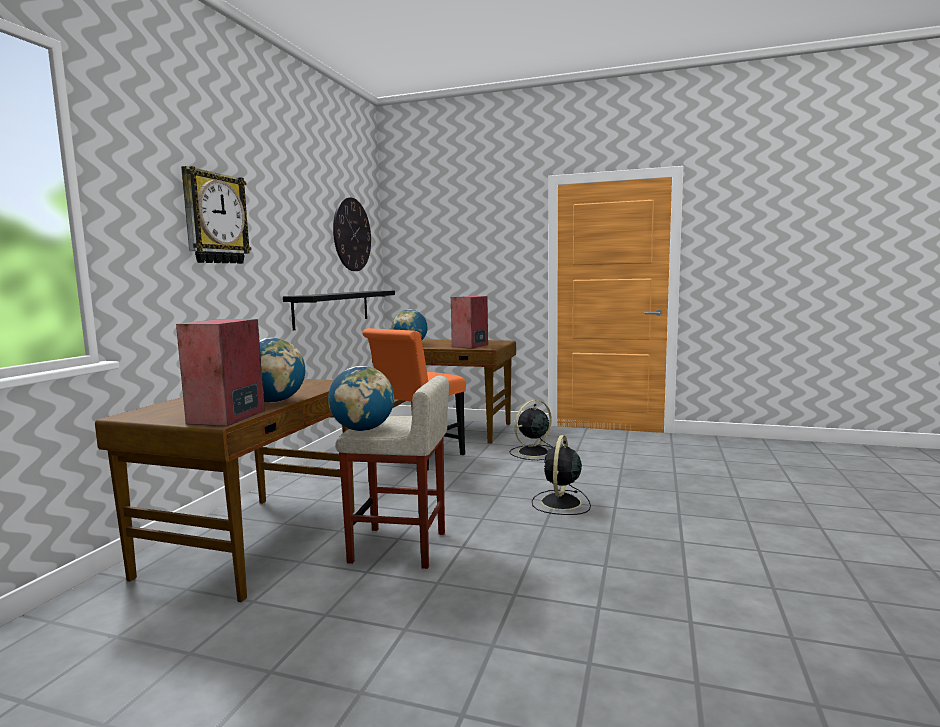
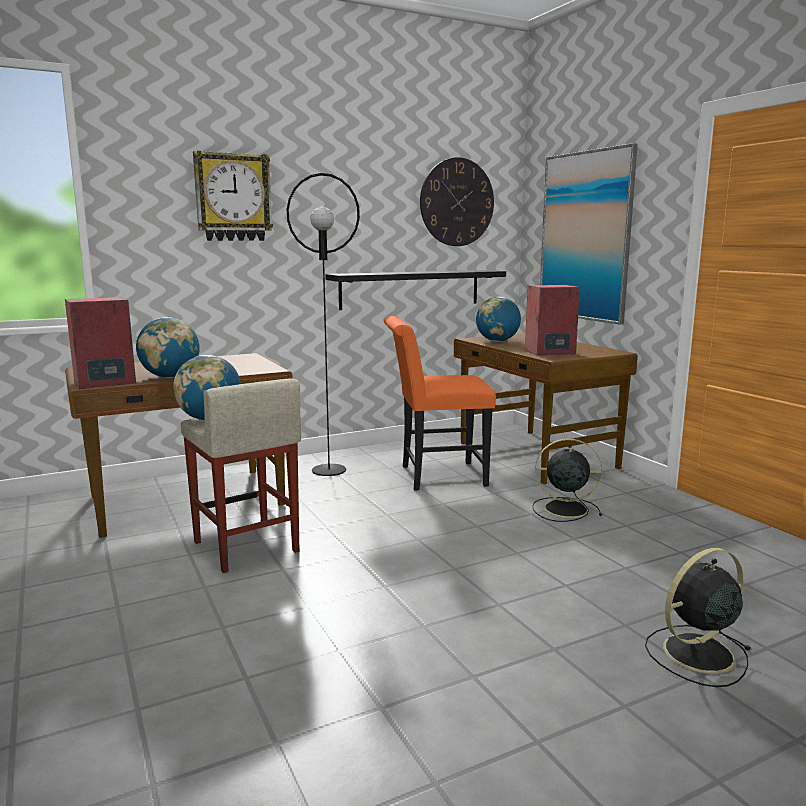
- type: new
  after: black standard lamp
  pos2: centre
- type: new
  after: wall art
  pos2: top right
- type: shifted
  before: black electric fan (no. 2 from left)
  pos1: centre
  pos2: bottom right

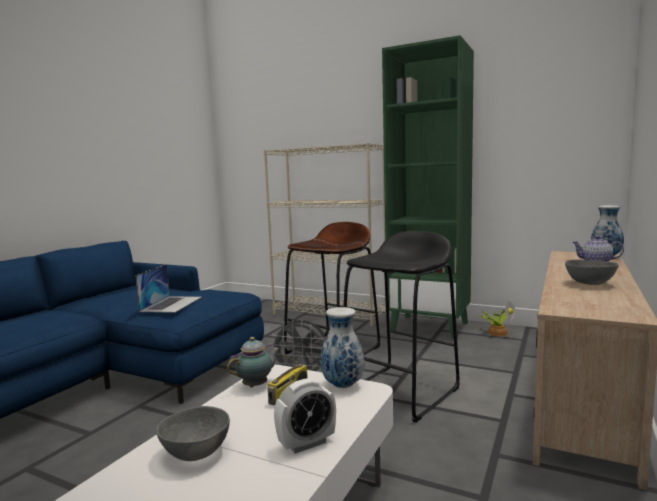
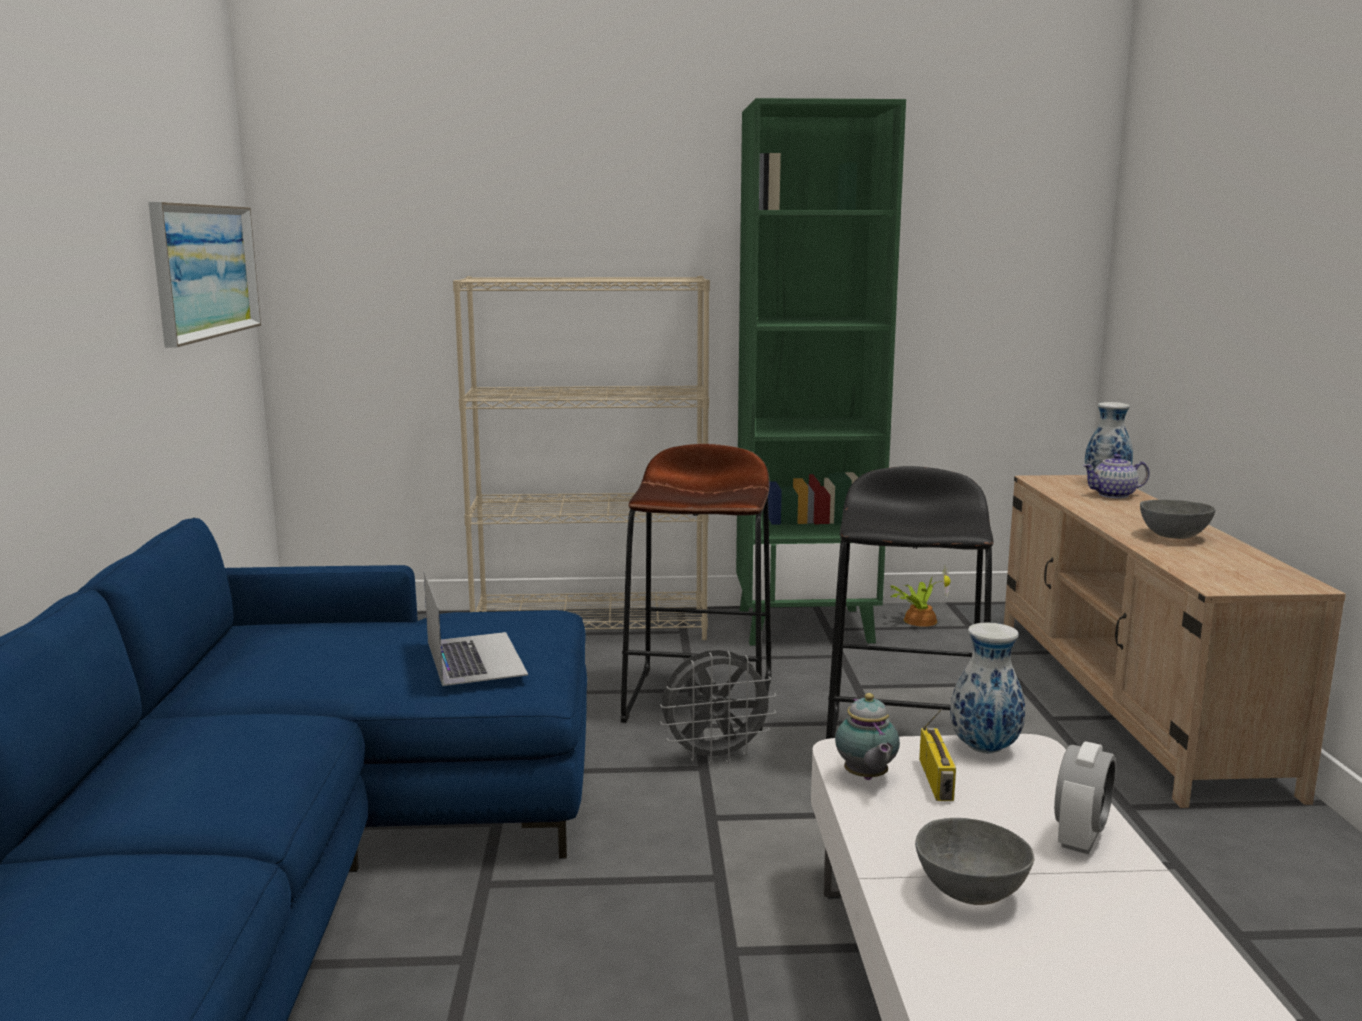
- type: new
  after: wall art
  pos2: top left
- type: rotated
  before: teapot (no. 1 from left)
  pos1: bottom centre
  pos2: bottom centre
  turn: 150

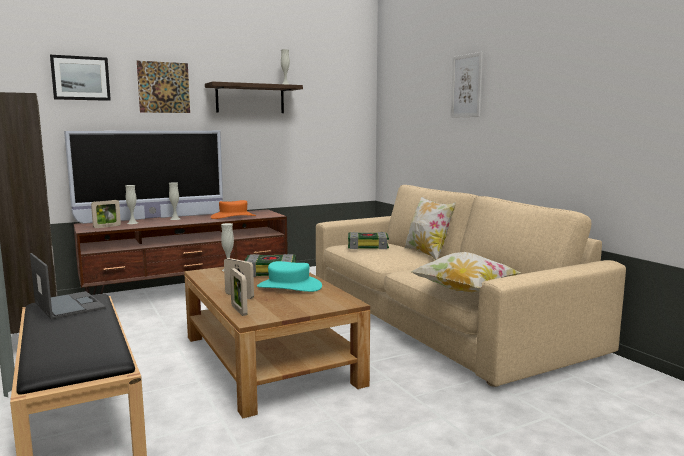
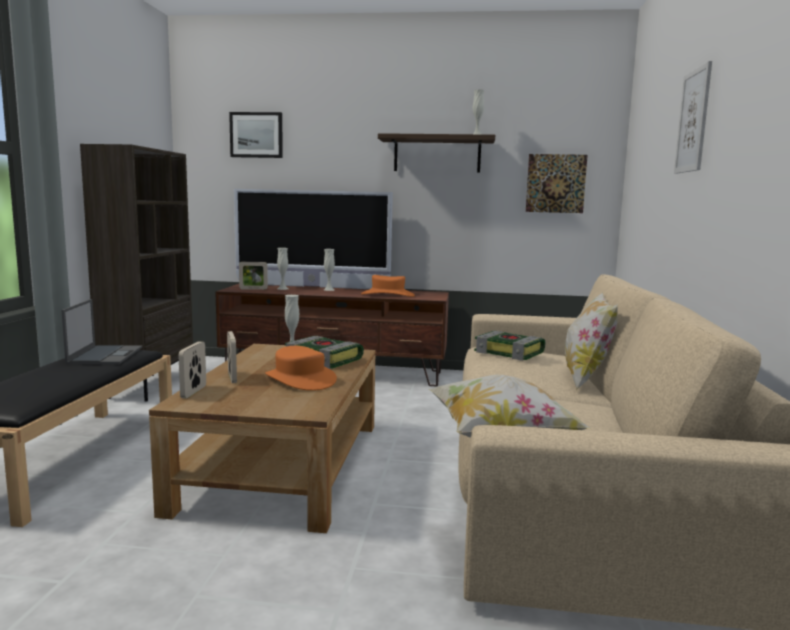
- type: shifted
  before: wall art (no. 2 from left)
  pos1: top left
  pos2: top right
- type: repainted
  before: turquoise-coloured hat
  after: orange-coloured hat (no. 1 from left)
  pos1: centre
  pos2: centre

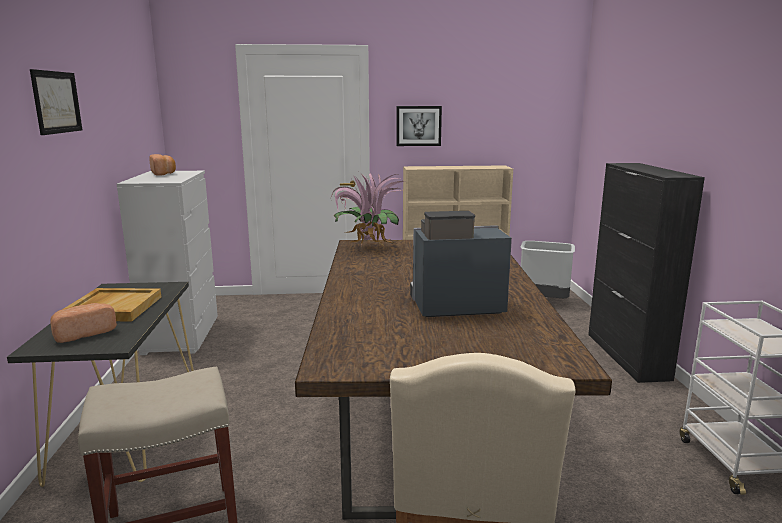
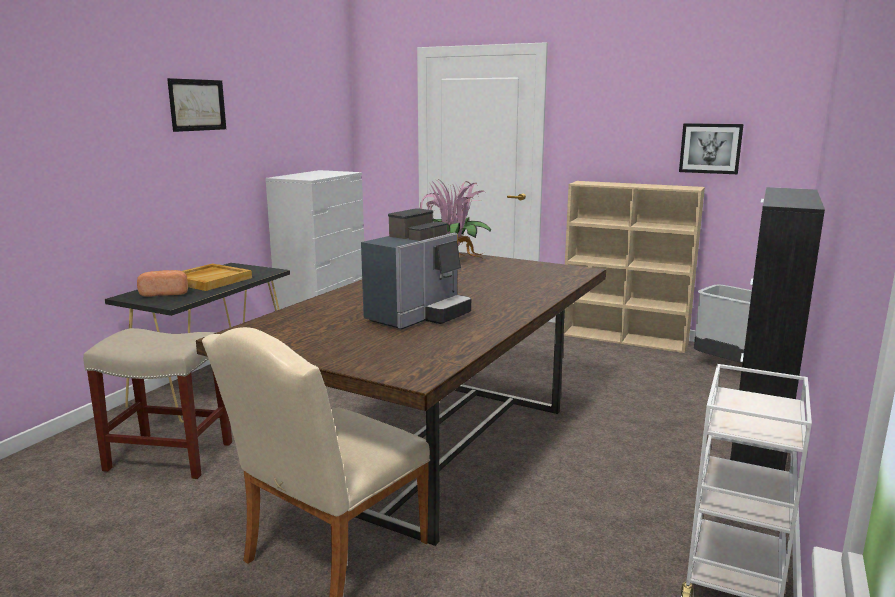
- type: gone
  before: bakery bread (no. 2 from left)
  pos1: top left
- type: shifted
  before: wall art (no. 2 from left)
  pos1: top centre
  pos2: top right
- type: rotated
  before: coffee machine
  pos1: centre
  pos2: centre
  turn: 105

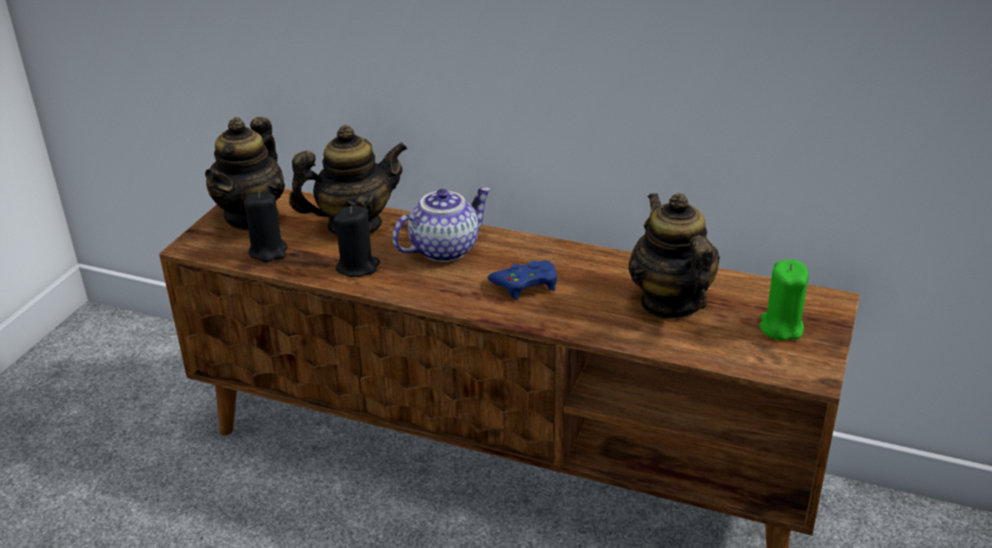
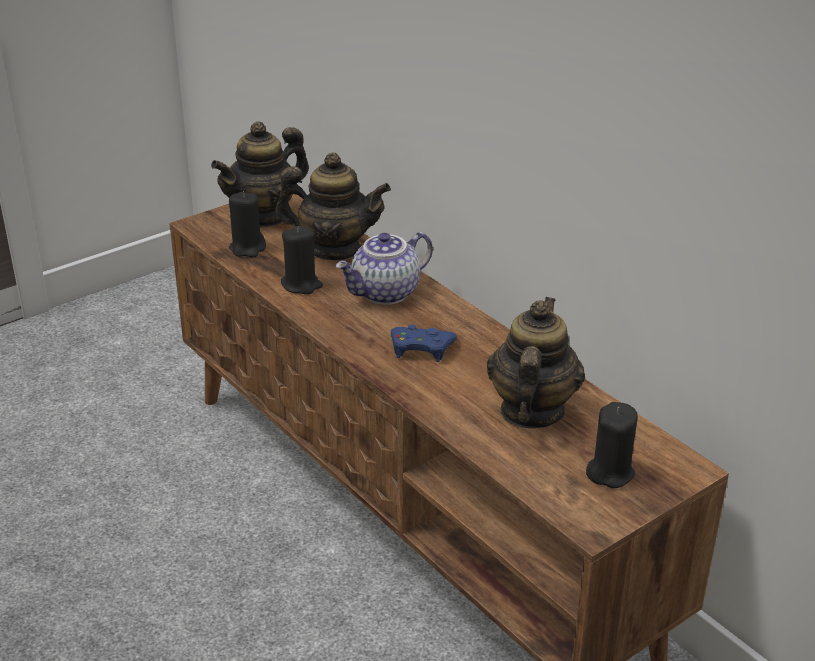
- type: repainted
  before: green-coloured wax light
  after: black wax light (no. 3 from left)
  pos1: middle right
  pos2: bottom right
- type: rotated
  before: teapot (no. 3 from left)
  pos1: centre
  pos2: centre
  turn: 150

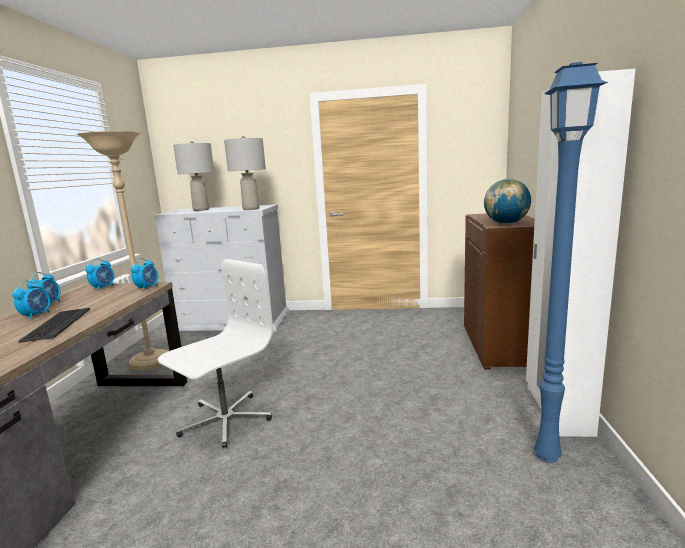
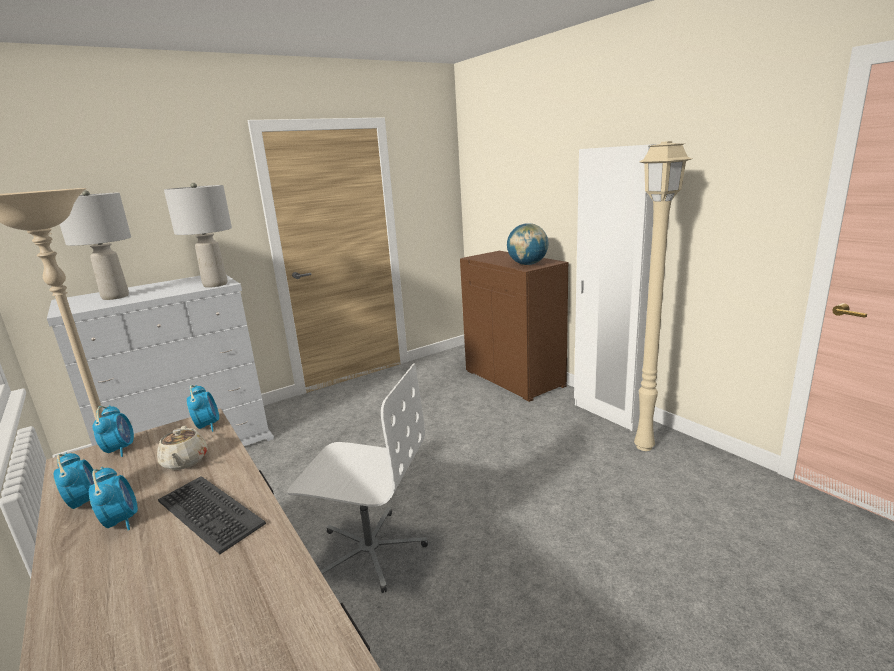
- type: new
  after: beige teapot
  pos2: bottom left
- type: repainted
  before: bluish standard lamp
  after: beige standard lamp (no. 2 from left)
  pos1: middle right
  pos2: middle right
- type: rotated
  before: white office chair
  pos1: middle left
  pos2: bottom centre
  turn: 105

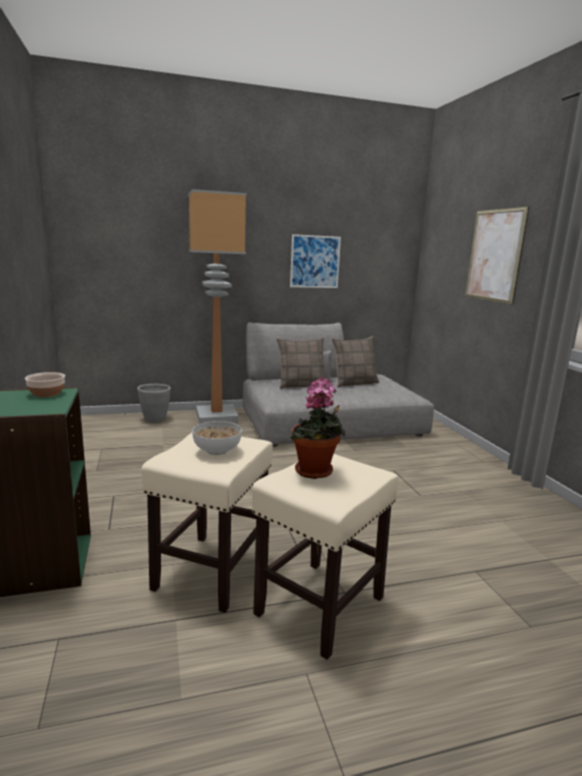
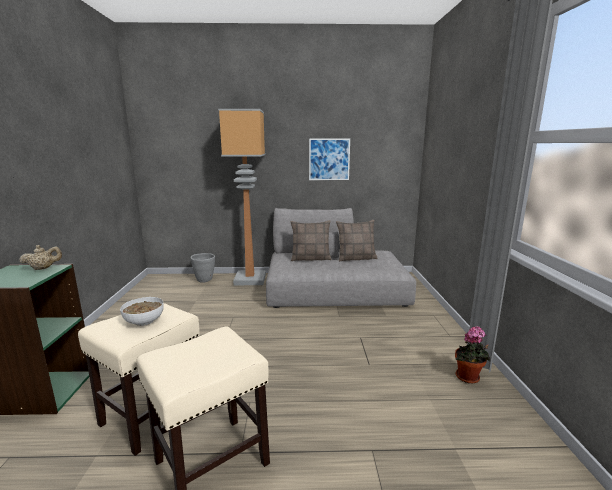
- type: gone
  before: wall art (no. 2 from left)
  pos1: top right
- type: shifted
  before: potted plant
  pos1: centre
  pos2: bottom right
- type: swapped
  before: bowl (no. 1 from left)
  after: beige teapot
  pos1: middle left
  pos2: middle left

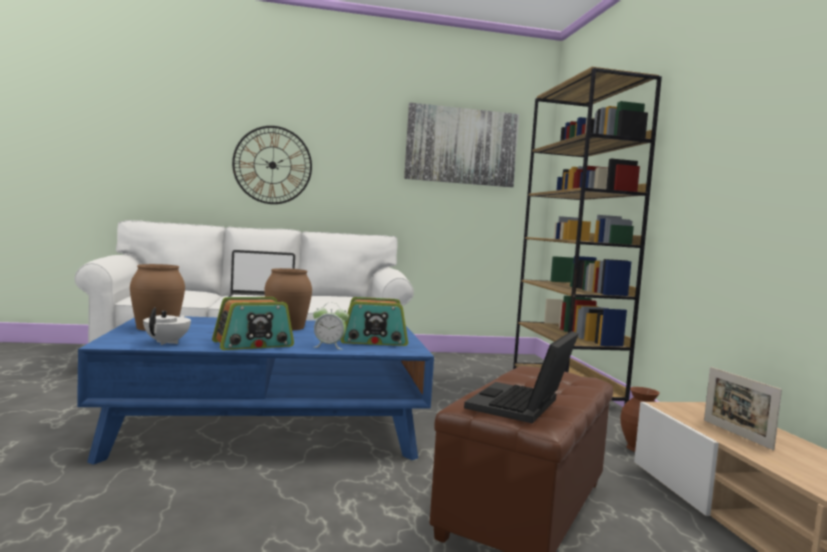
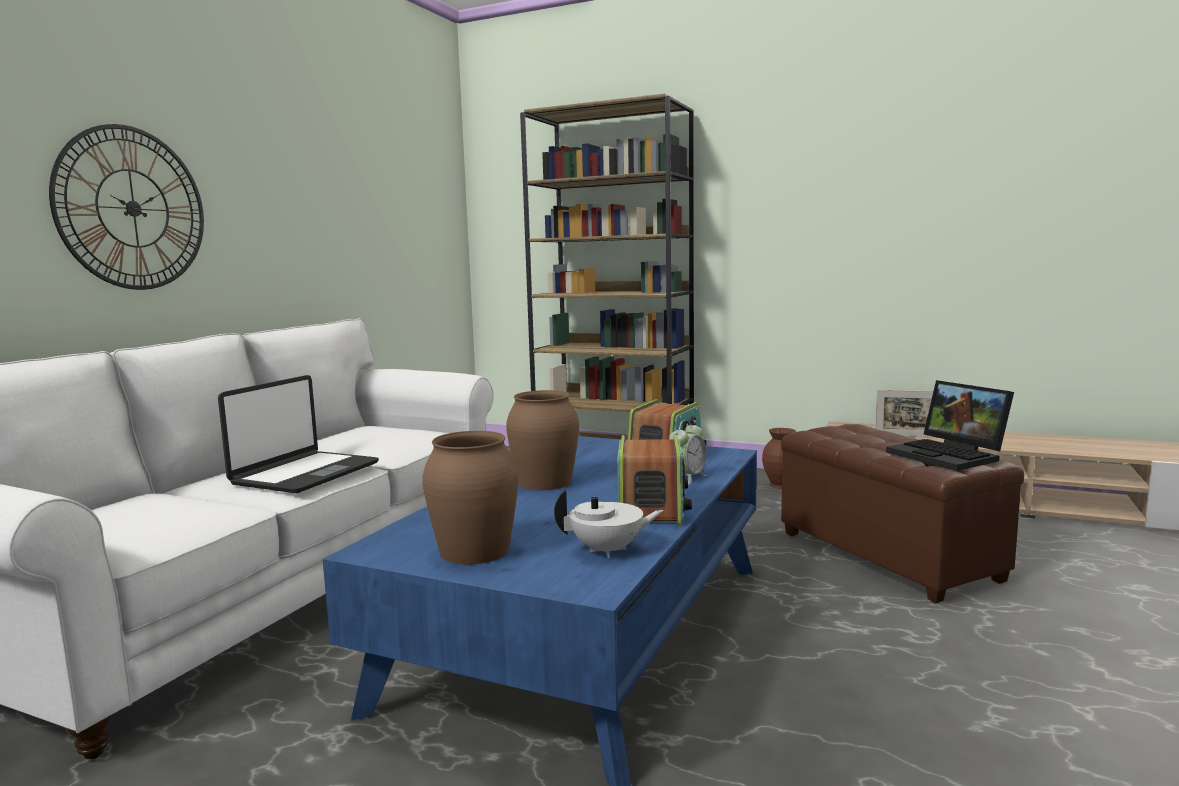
- type: gone
  before: wall art
  pos1: top centre
- type: rotated
  before: white teapot
  pos1: middle left
  pos2: bottom centre
  turn: 135

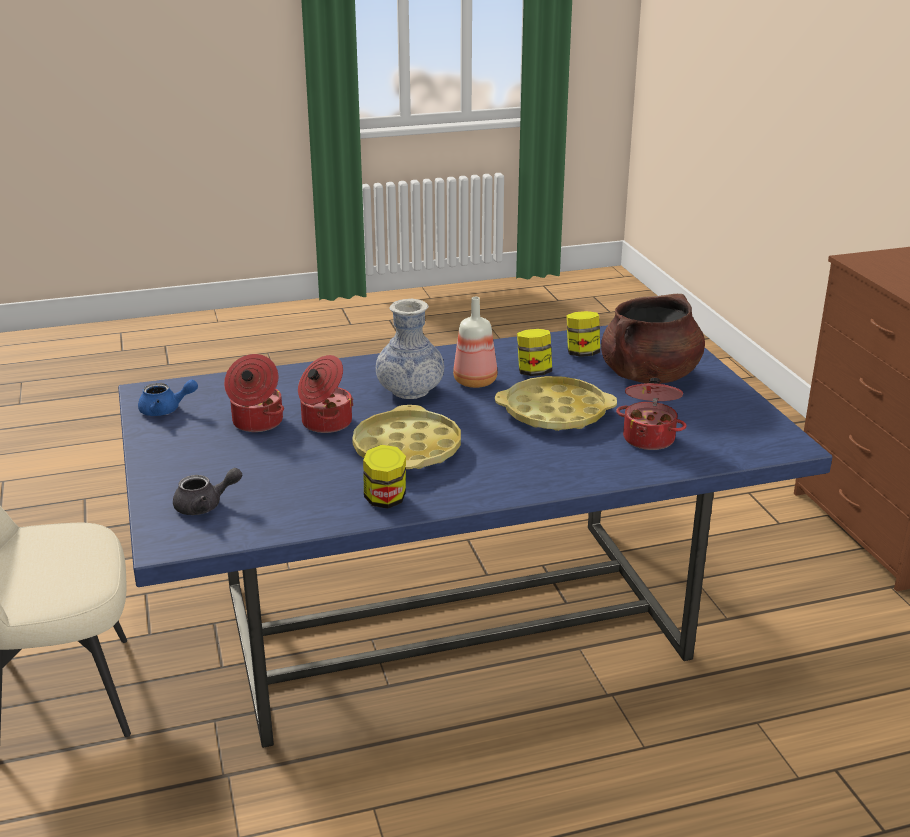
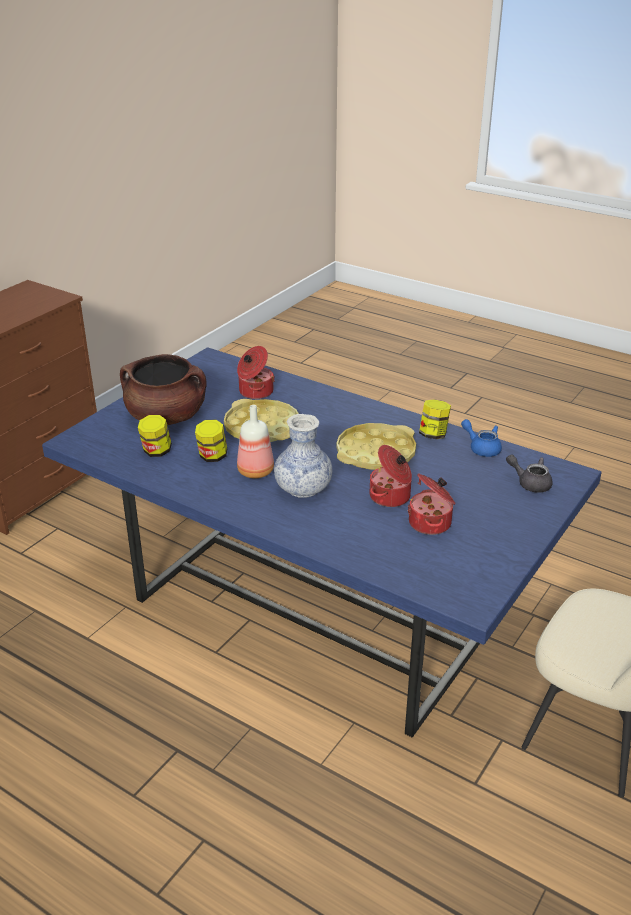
- type: shifted
  before: bluish teapot
  pos1: middle left
  pos2: middle right

